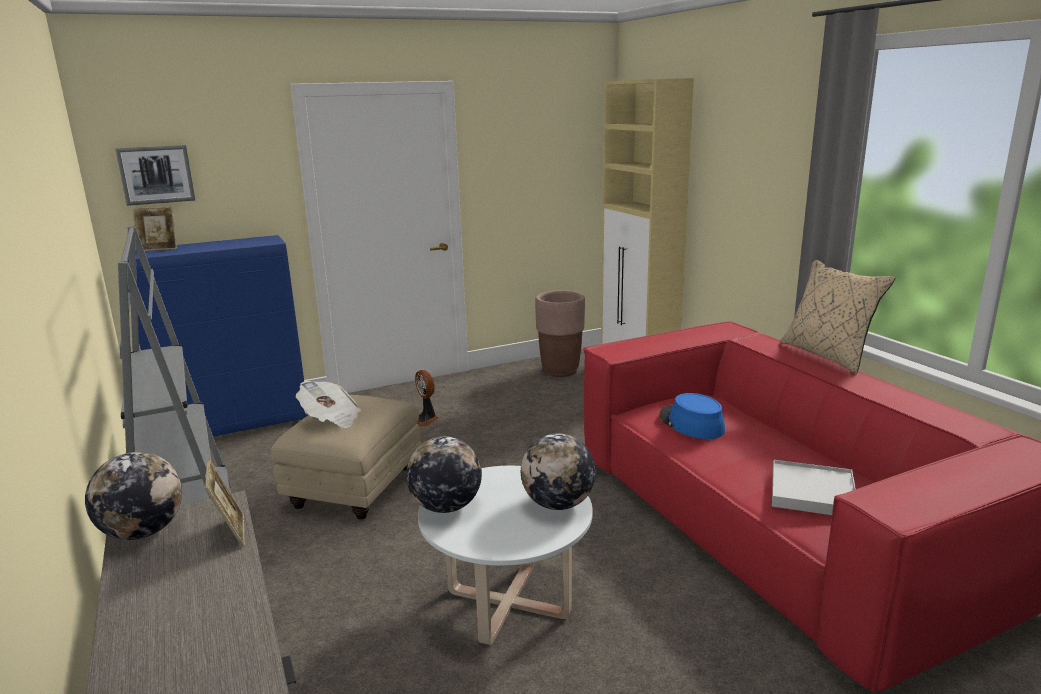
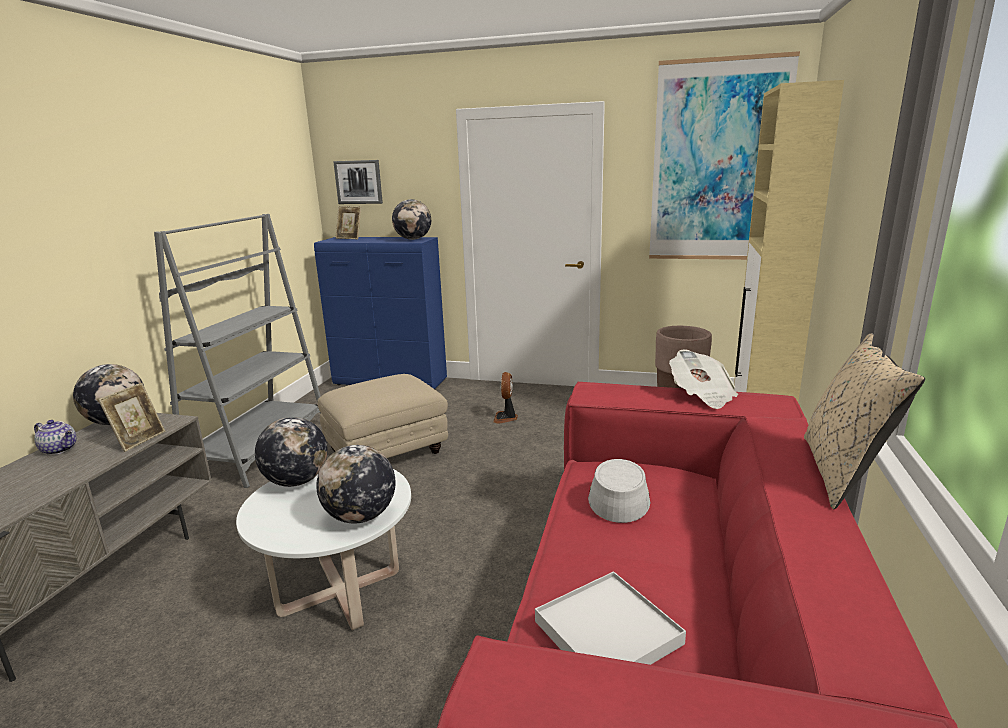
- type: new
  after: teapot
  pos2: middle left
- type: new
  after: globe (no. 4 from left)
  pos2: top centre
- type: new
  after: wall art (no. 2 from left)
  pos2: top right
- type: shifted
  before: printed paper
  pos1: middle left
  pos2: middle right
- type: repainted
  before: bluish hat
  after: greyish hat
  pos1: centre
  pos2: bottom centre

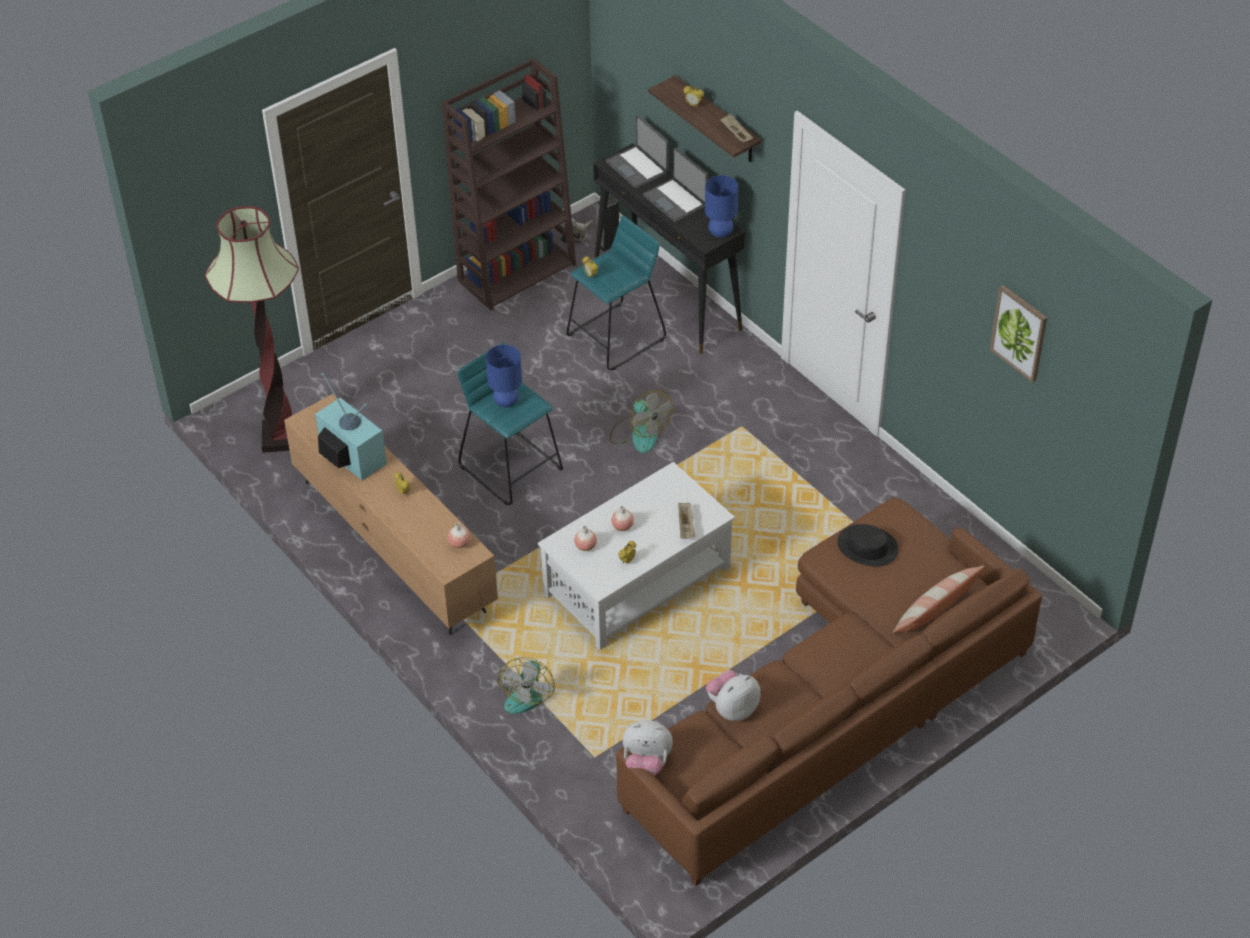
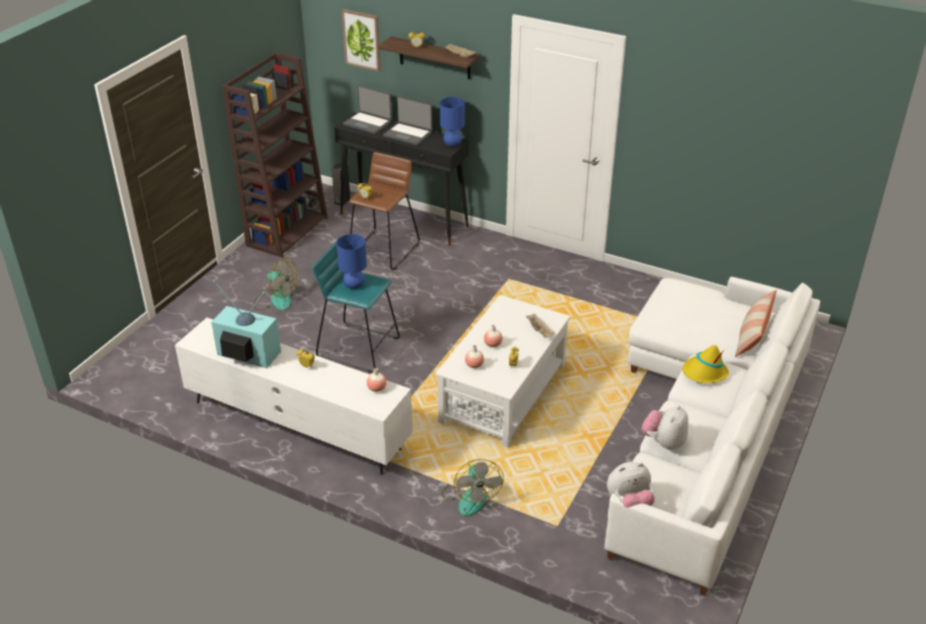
- type: gone
  before: standard lamp
  pos1: middle left
- type: gone
  before: black hat
  pos1: middle right
- type: new
  after: yellow hat
  pos2: middle right
- type: shifted
  before: electric fan (no. 2 from left in the first image)
  after: electric fan (no. 1 from left)
  pos1: centre
  pos2: middle left
- type: shifted
  before: wall art
  pos1: middle right
  pos2: top centre
- type: repainted
  before: brownish tv unit
  after: white tv unit
  pos1: middle left
  pos2: middle left
- type: repainted
  before: turquoise-coloured stool seat (no. 2 from left)
  after: brownish stool seat
  pos1: top centre
  pos2: centre
- type: repainted
  before: brownish couch
  after: white couch
  pos1: bottom centre
  pos2: bottom right

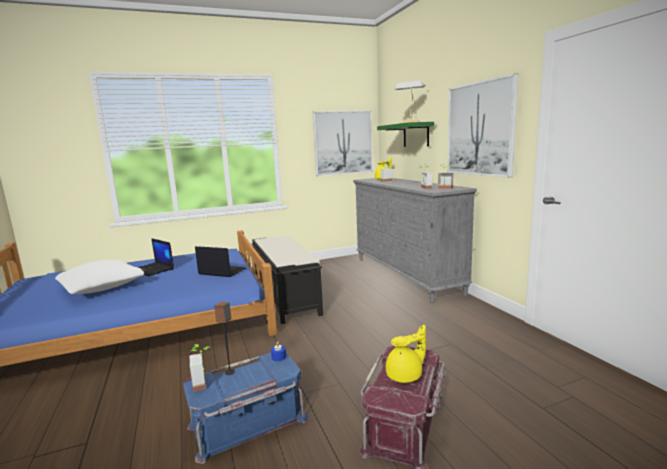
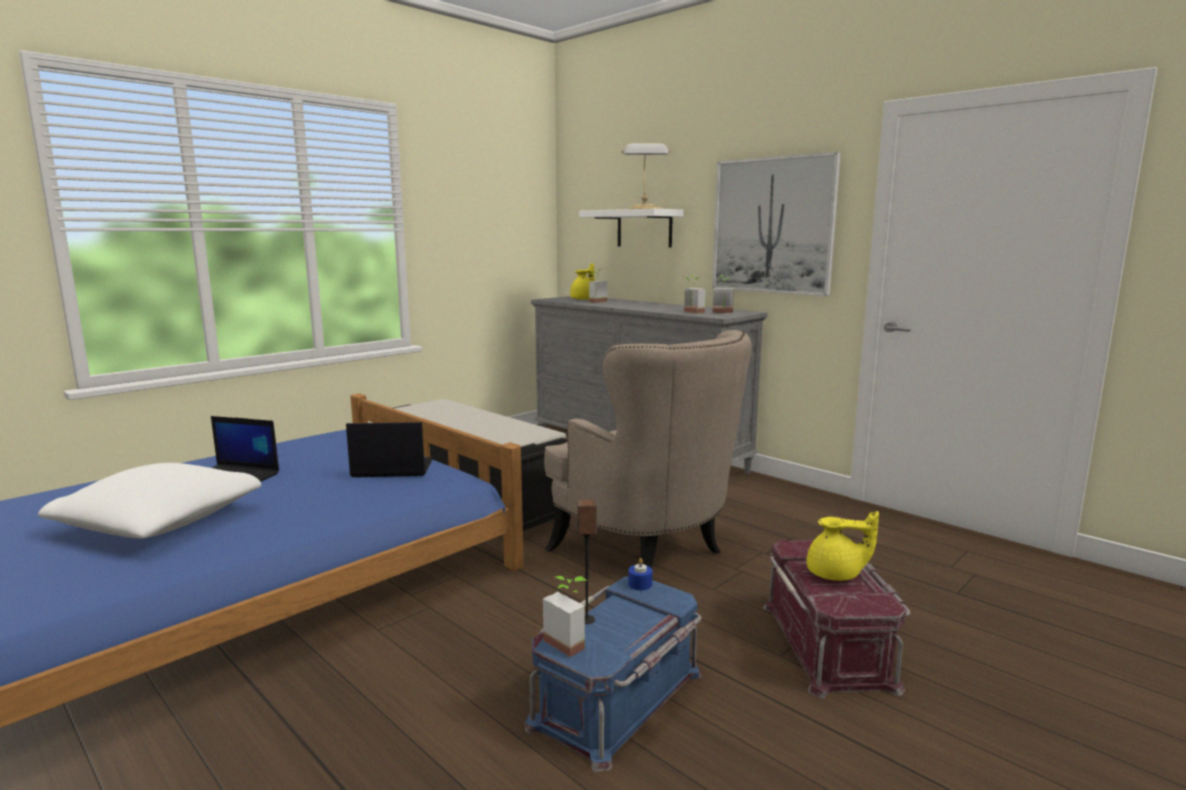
- type: gone
  before: wall art (no. 1 from left)
  pos1: top centre
- type: new
  after: beige lounge chair
  pos2: centre
- type: repainted
  before: green-coloured wall shelf
  after: white wall shelf
  pos1: top centre
  pos2: top centre
- type: rotated
  before: yellow teapot (no. 2 from left)
  pos1: bottom centre
  pos2: bottom right
  turn: 60

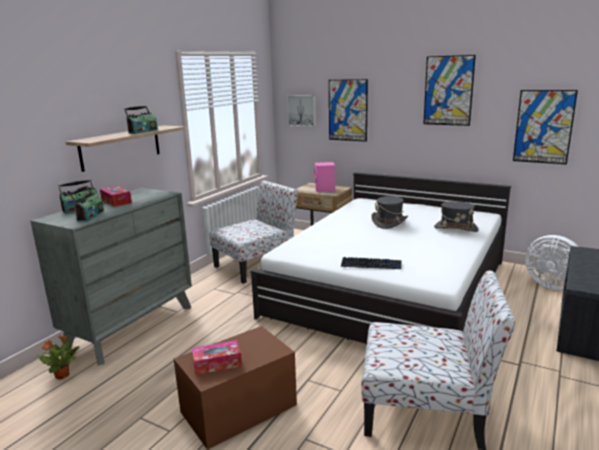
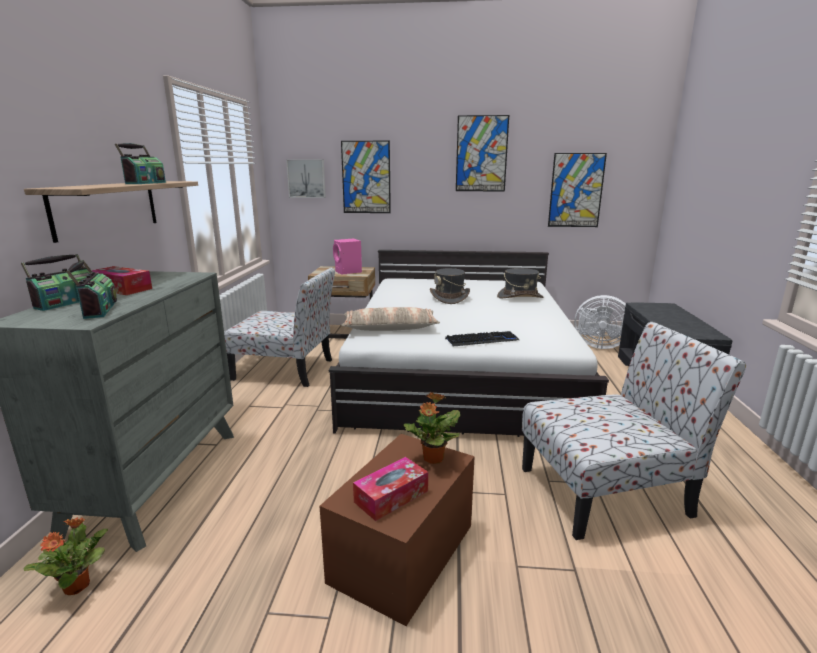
- type: new
  after: throw pillow
  pos2: centre
- type: new
  after: potted plant (no. 2 from left)
  pos2: centre
- type: rotated
  before: chair (no. 1 from left)
  pos1: centre
  pos2: centre
  turn: 75

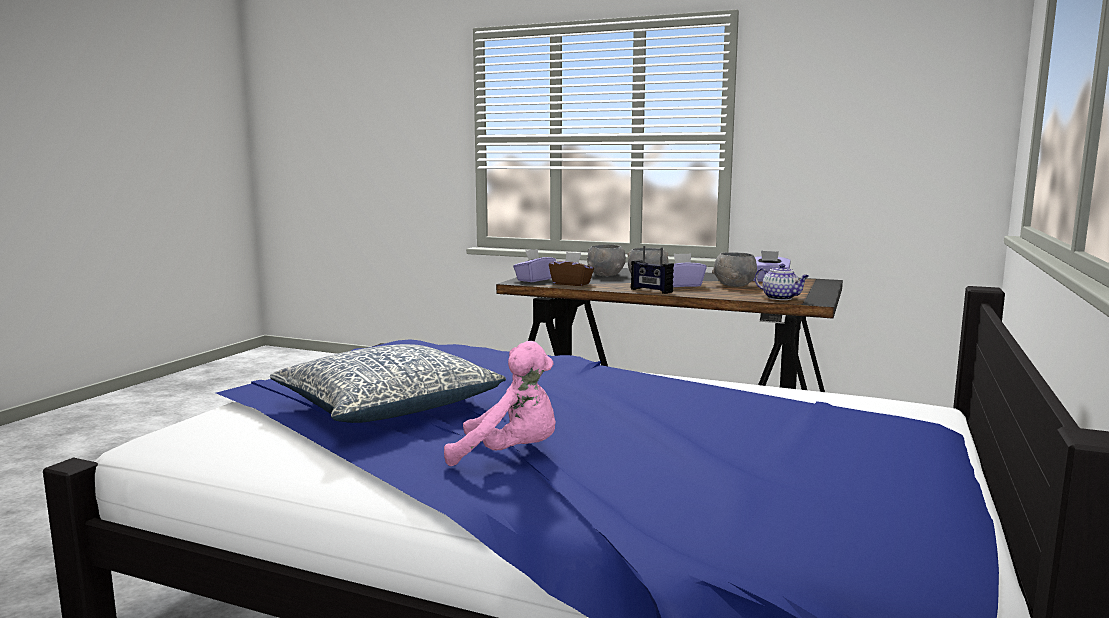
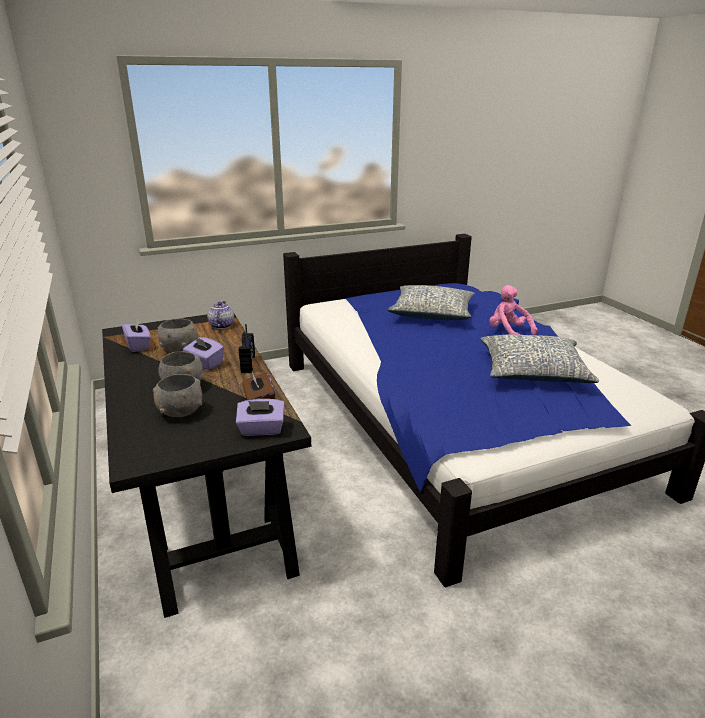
- type: new
  after: throw pillow (no. 1 from left)
  pos2: centre

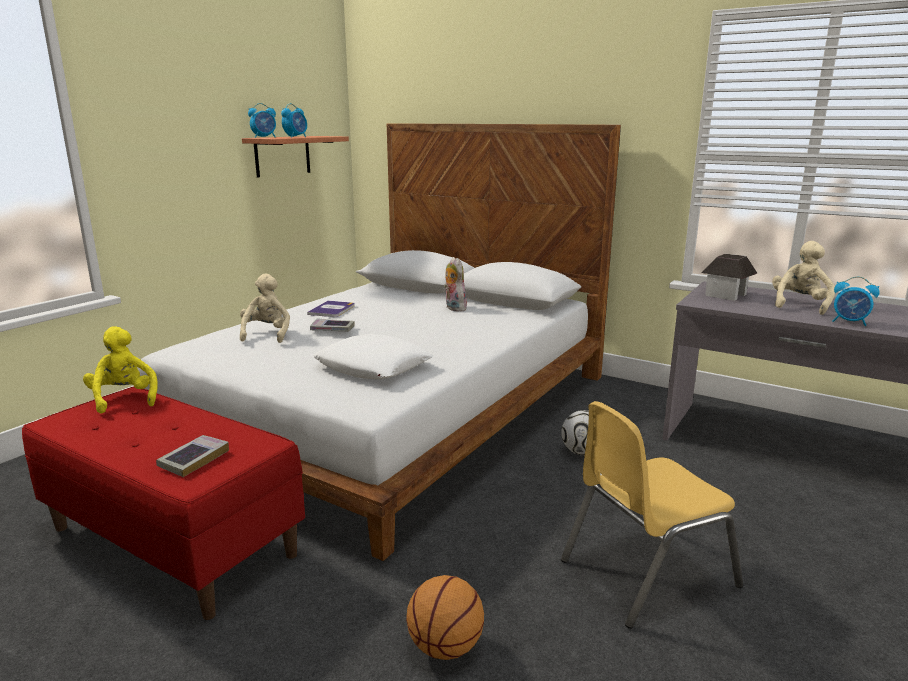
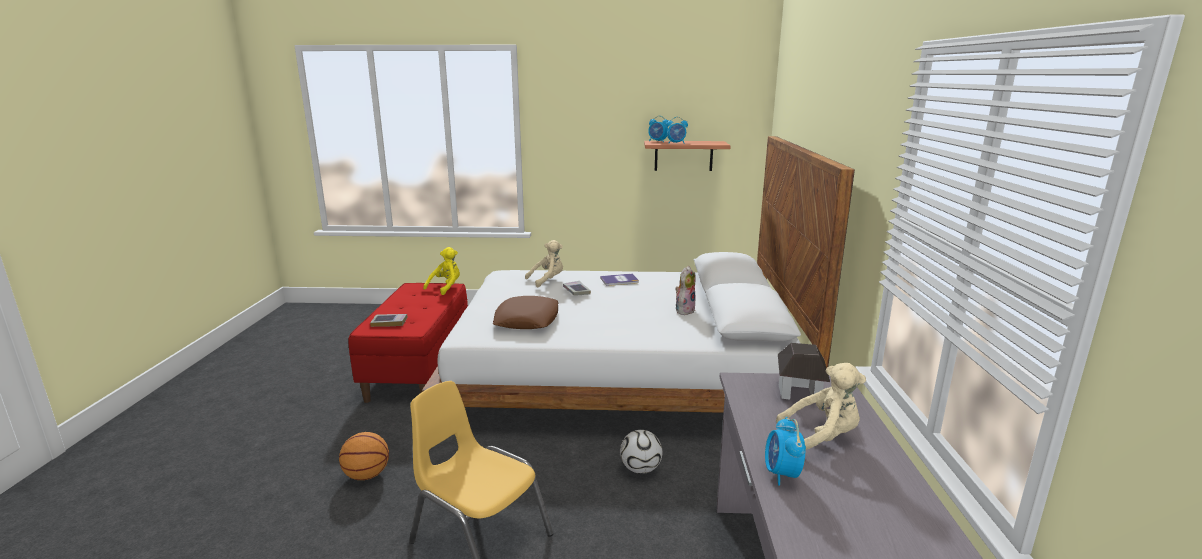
- type: repainted
  before: white throw pillow
  after: brownish throw pillow
  pos1: centre
  pos2: centre

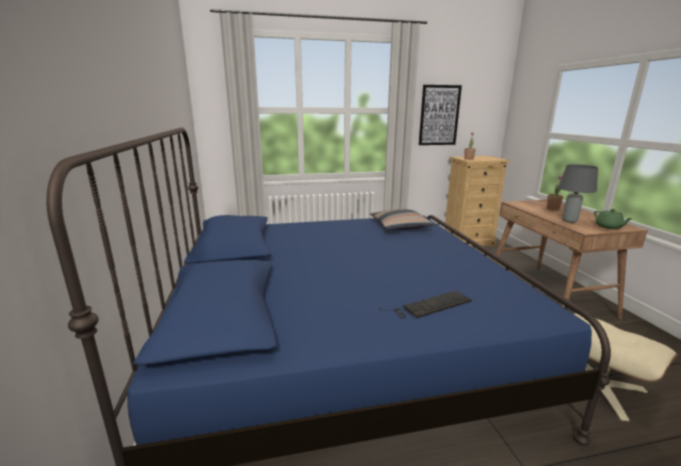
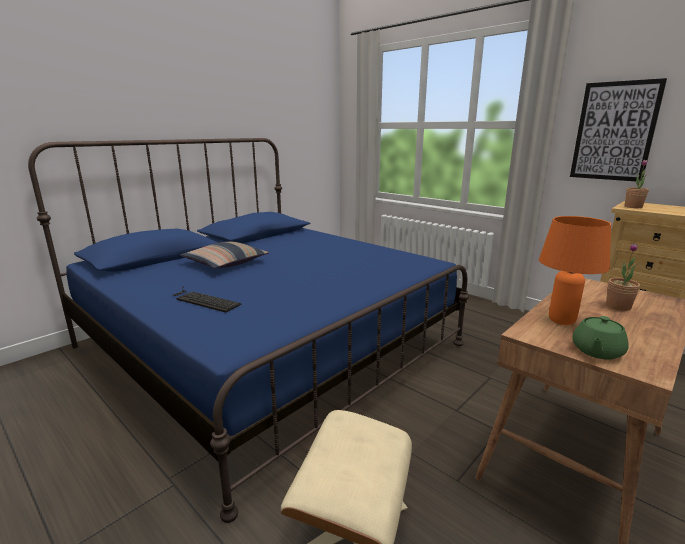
- type: shifted
  before: throw pillow
  pos1: centre
  pos2: middle left
- type: repainted
  before: greyish tabletop lamp
  after: orange-coloured tabletop lamp
  pos1: middle right
  pos2: middle right

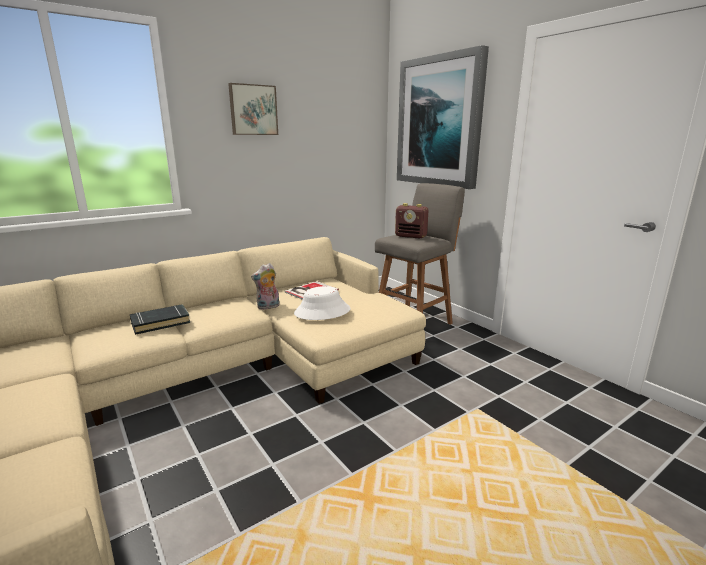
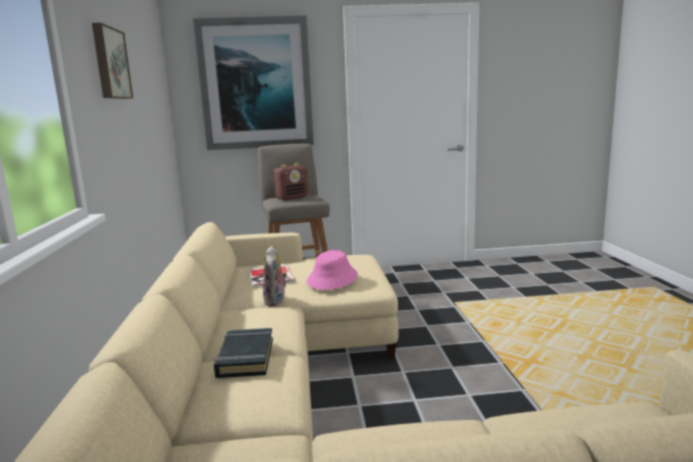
- type: repainted
  before: white hat
  after: pinkish hat
  pos1: centre
  pos2: centre

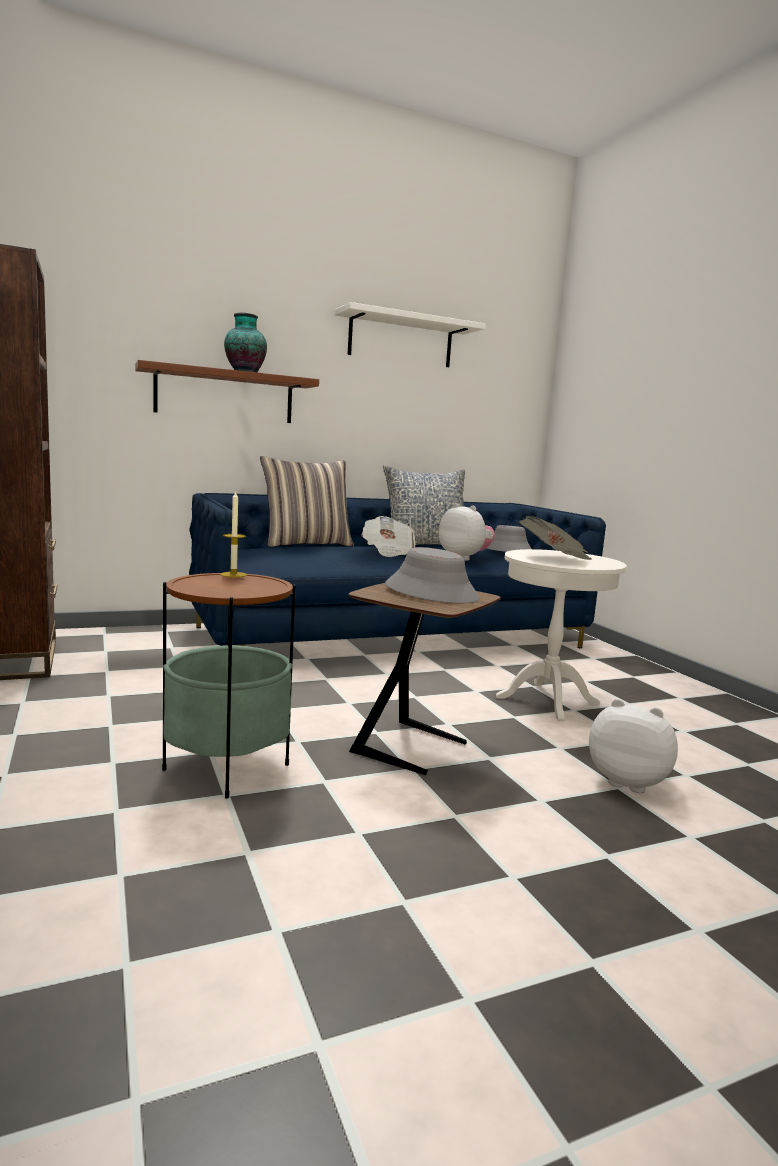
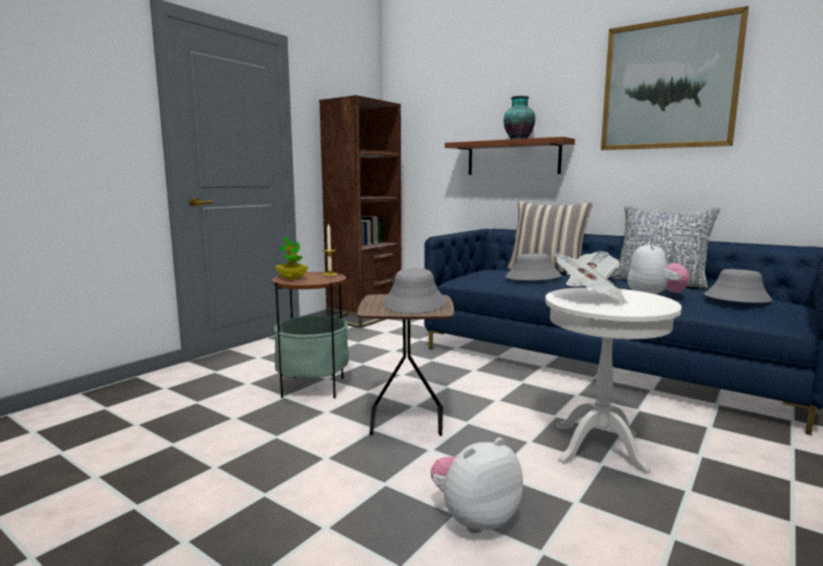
- type: new
  after: potted plant
  pos2: centre
- type: new
  after: greyish hat (no. 2 from left)
  pos2: centre
- type: swapped
  before: white wall shelf
  after: wall art
  pos1: top centre
  pos2: top right
- type: rotated
  before: soft toy (no. 2 from left in the first image)
  pos1: middle right
  pos2: bottom centre
  turn: -120

